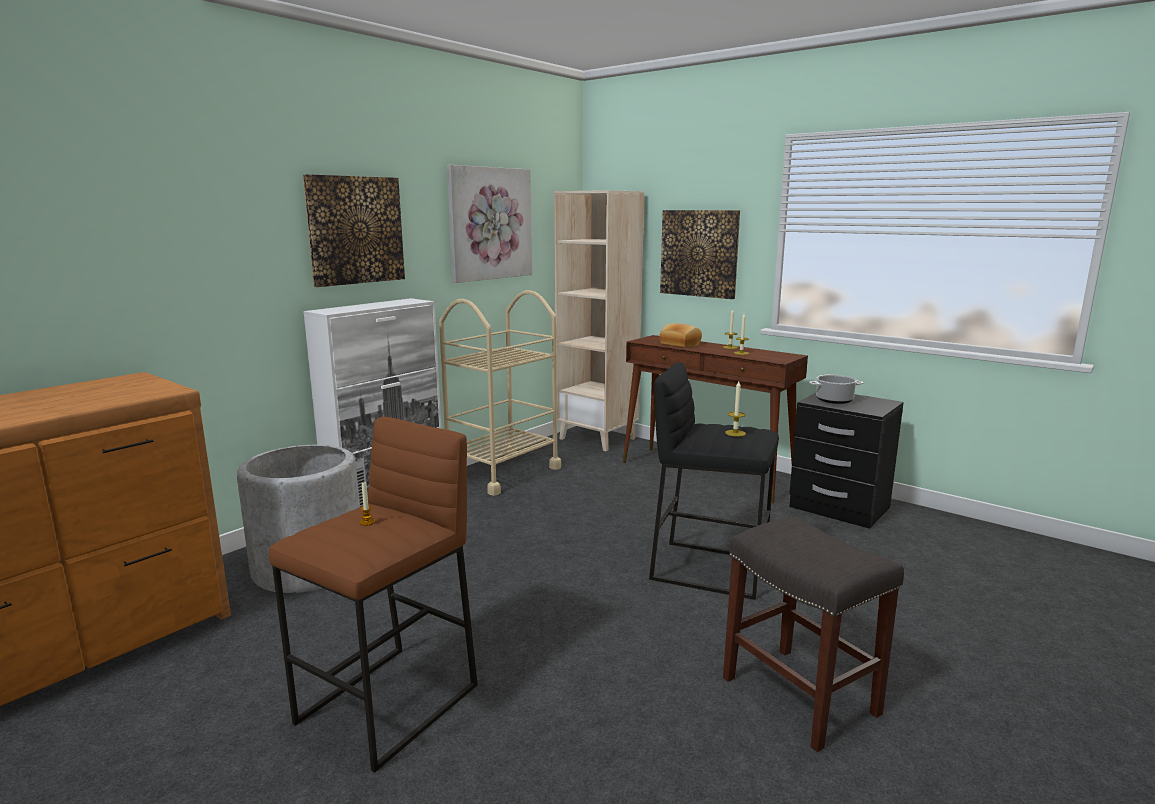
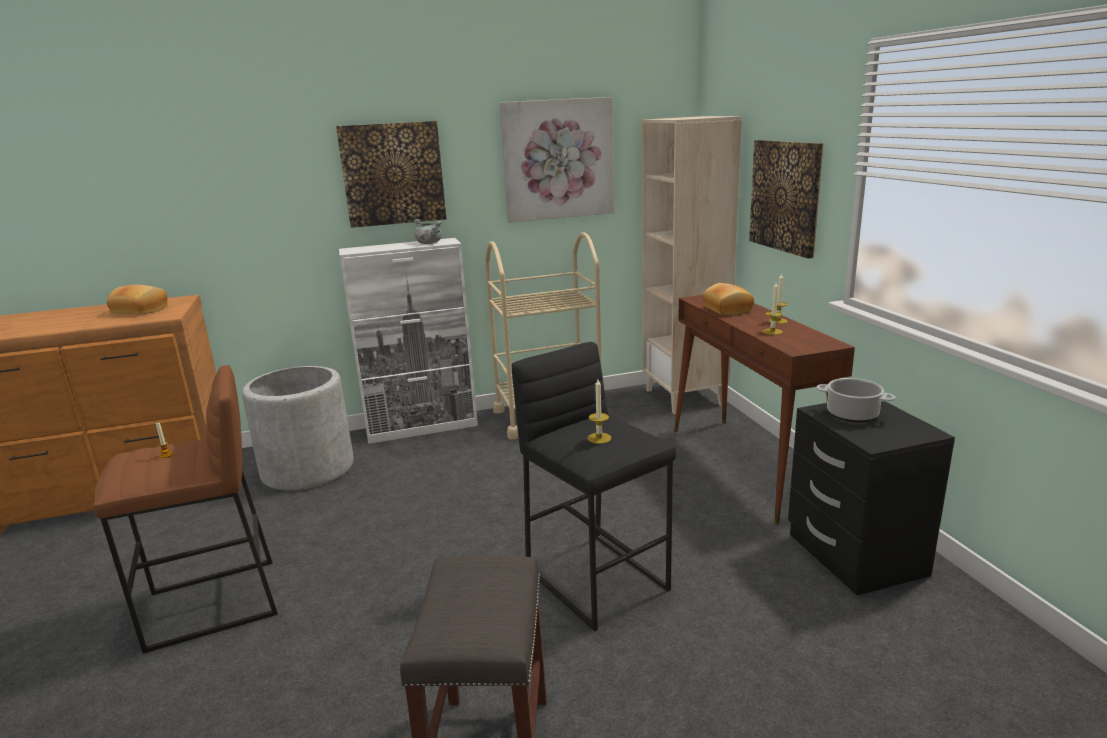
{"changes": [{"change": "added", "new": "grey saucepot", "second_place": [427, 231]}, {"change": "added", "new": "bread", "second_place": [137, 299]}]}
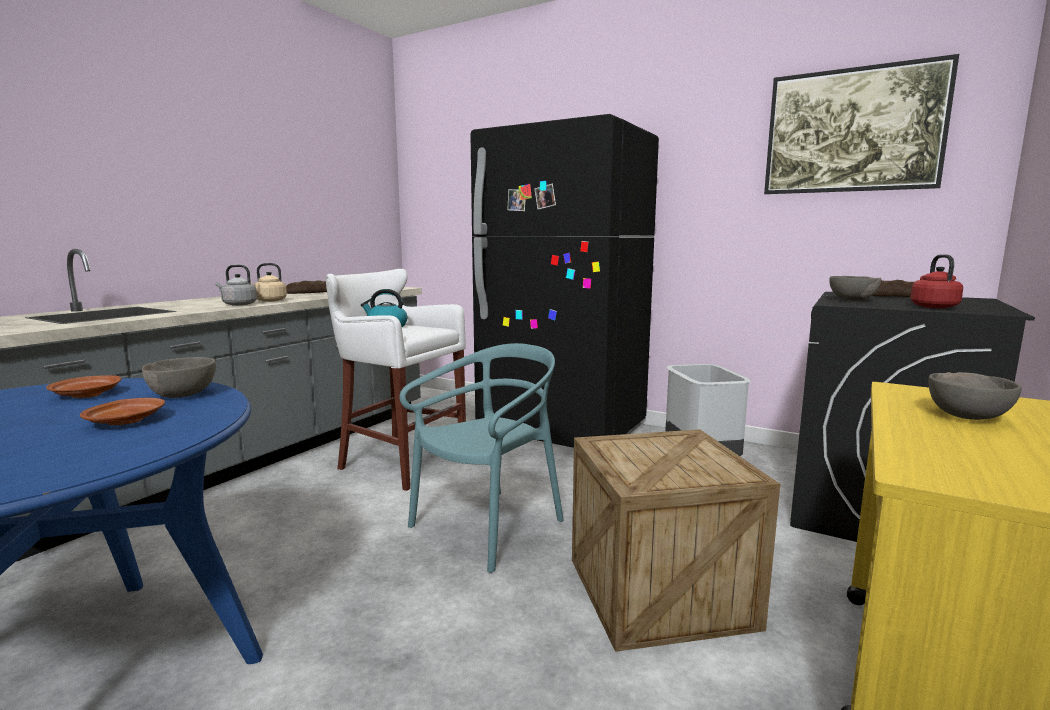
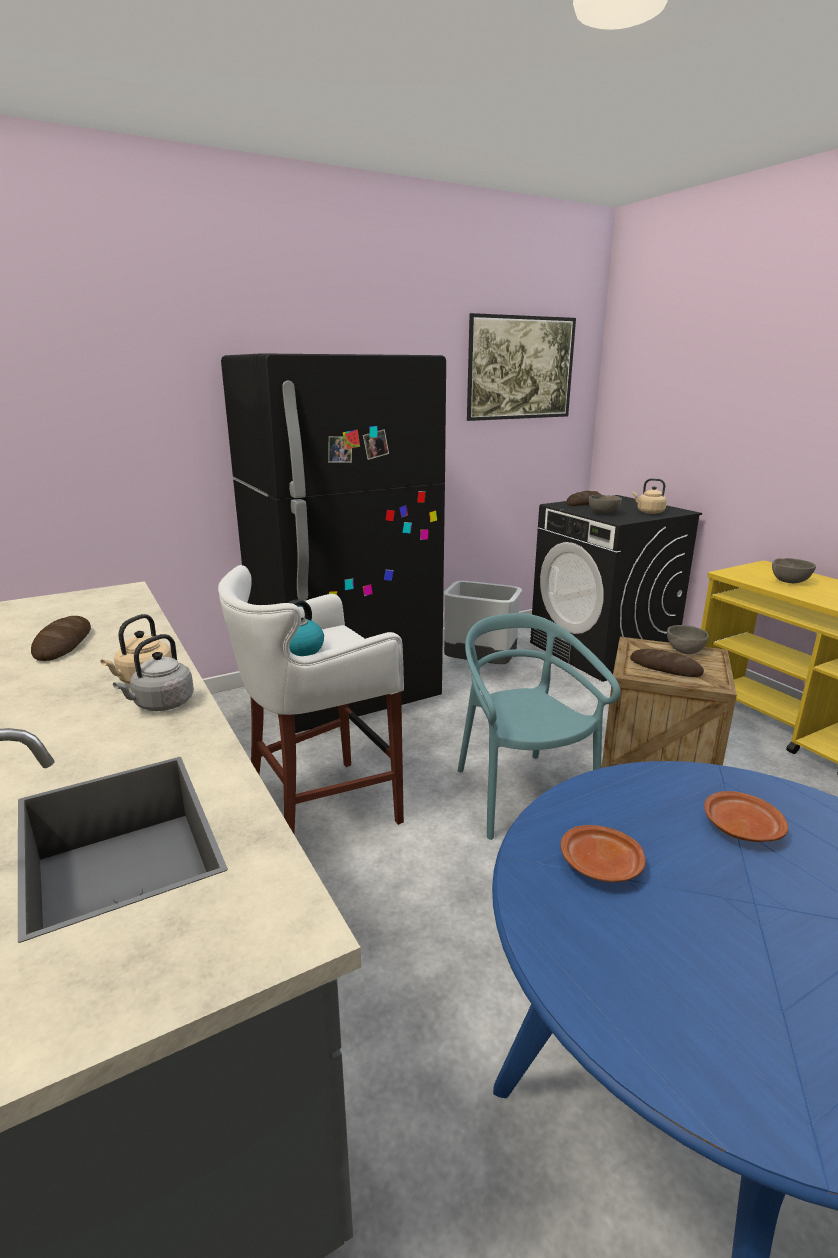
{"changes": [{"change": "recoloured", "old": "red tea kettle", "new": "beige tea kettle", "first_place": [936, 281], "second_place": [650, 496]}, {"change": "moved", "old": "grey bowl", "first_place": [179, 377], "second_place": [688, 639]}, {"change": "added", "new": "bread", "second_place": [667, 663]}]}
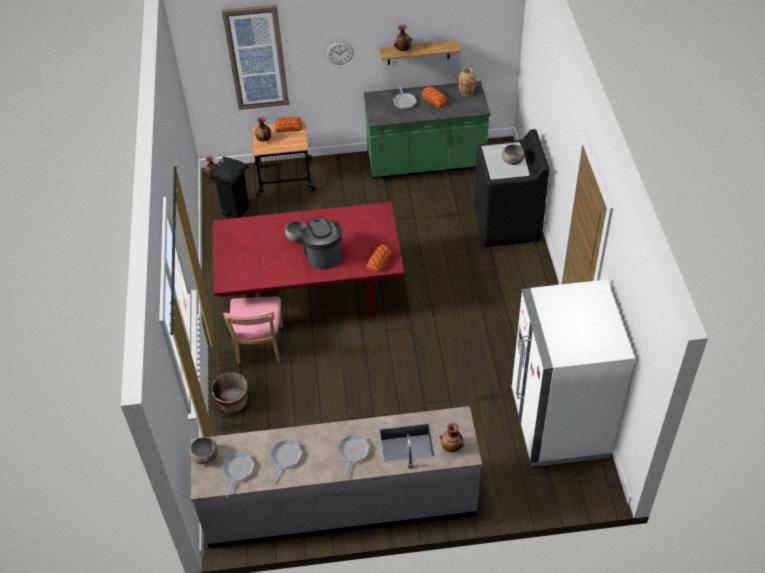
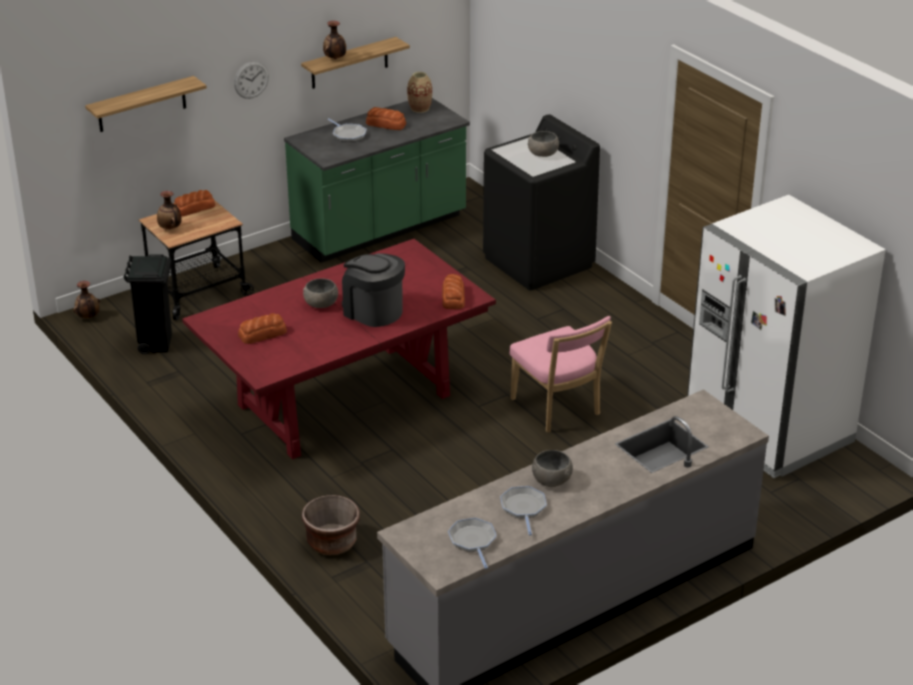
{"changes": [{"change": "replaced", "old": "wall picture", "new": "bracket shelf", "first_place": [255, 57], "second_place": [146, 104]}, {"change": "moved", "old": "pink-coloured chair", "first_place": [253, 330], "second_place": [560, 374]}, {"change": "removed", "old": "decorative vase", "first_place": [452, 438]}, {"change": "removed", "old": "skillet", "first_place": [353, 456]}, {"change": "moved", "old": "grey bowl", "first_place": [203, 450], "second_place": [552, 468]}, {"change": "added", "new": "bread", "second_place": [262, 328]}]}
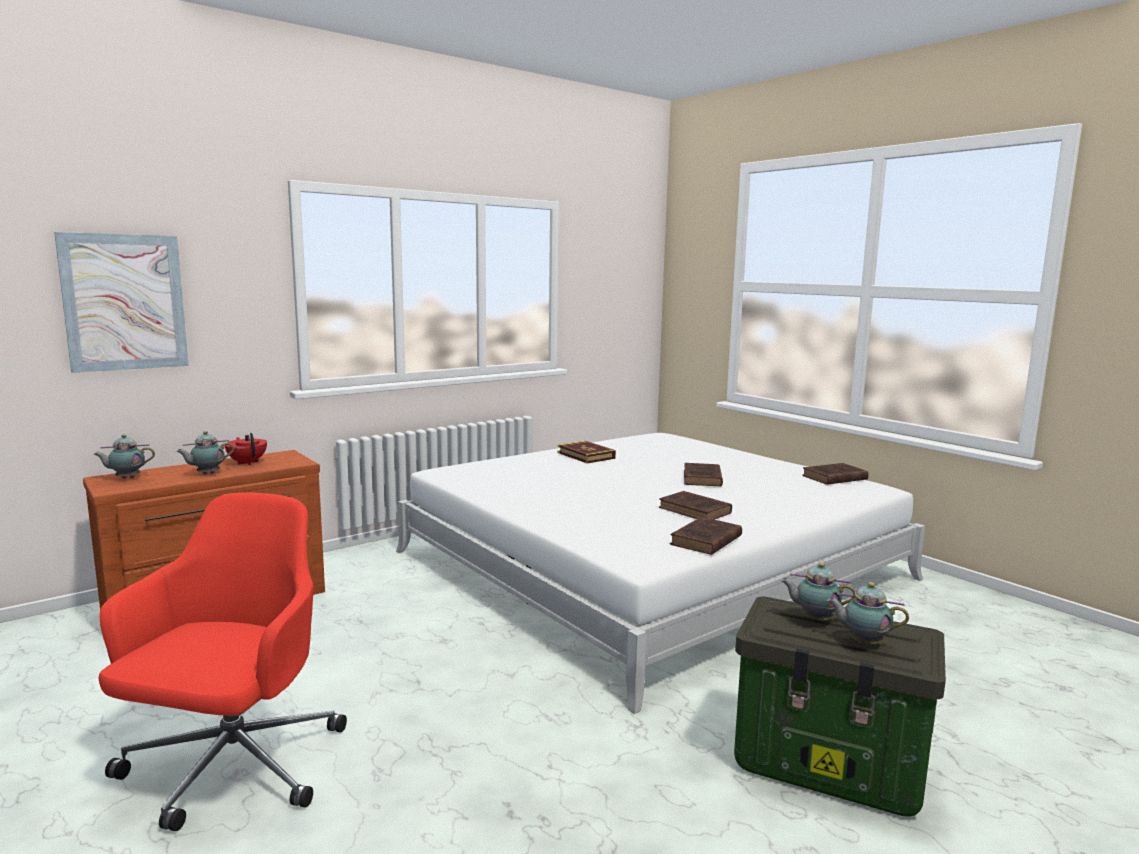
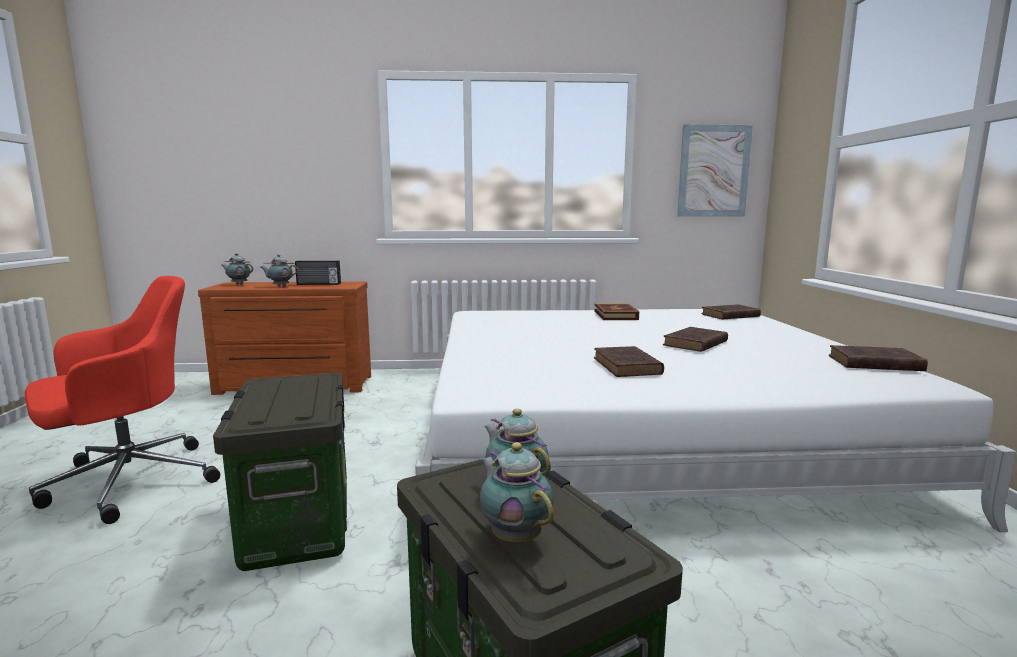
{"changes": [{"change": "moved", "old": "wall picture", "first_place": [121, 302], "second_place": [715, 170]}, {"change": "replaced", "old": "red pot for tea", "new": "radio receiver", "first_place": [246, 449], "second_place": [318, 273]}, {"change": "moved", "old": "brownish book", "first_place": [706, 536], "second_place": [731, 312]}, {"change": "added", "new": "storage container", "second_place": [280, 472]}]}
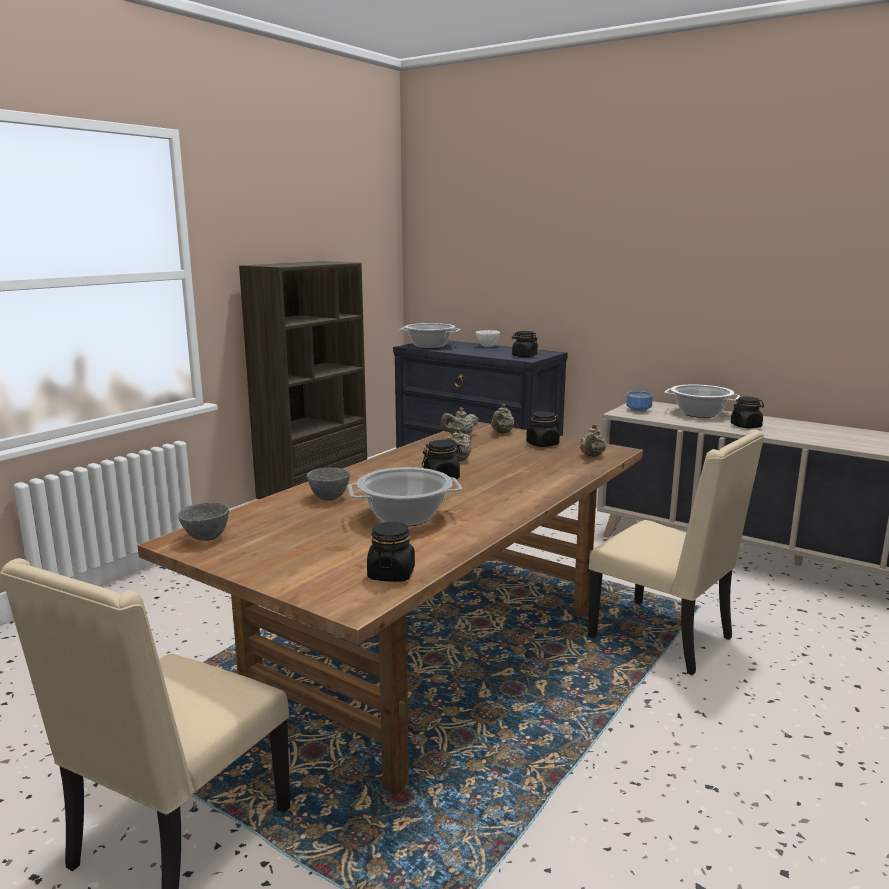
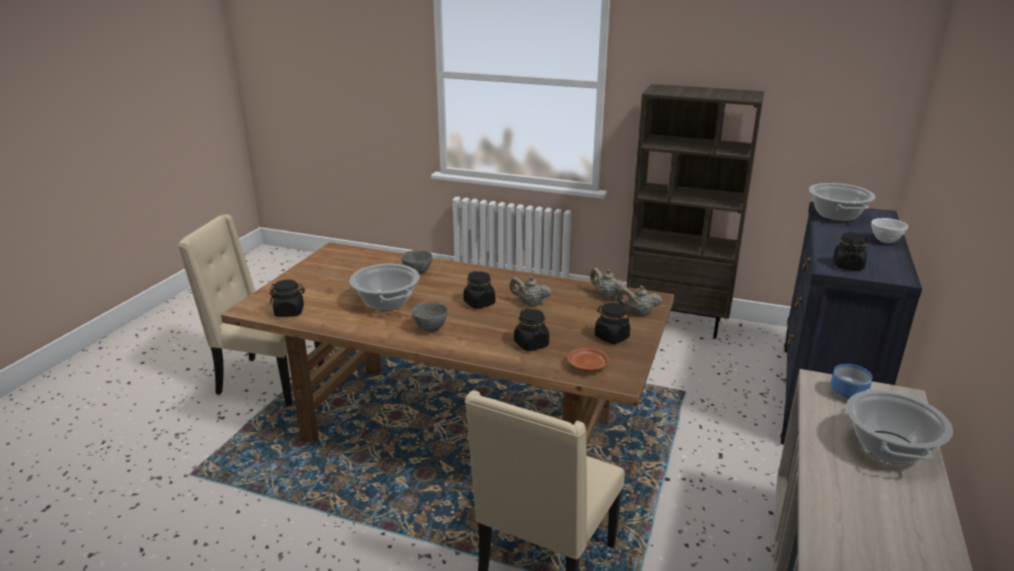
{"changes": [{"change": "moved", "old": "black-coloured storage jar", "first_place": [747, 412], "second_place": [531, 330]}, {"change": "replaced", "old": "beige pot for tea", "new": "brownish dinner plate", "first_place": [593, 440], "second_place": [588, 359]}, {"change": "moved", "old": "grey bowl", "first_place": [203, 521], "second_place": [430, 317]}]}
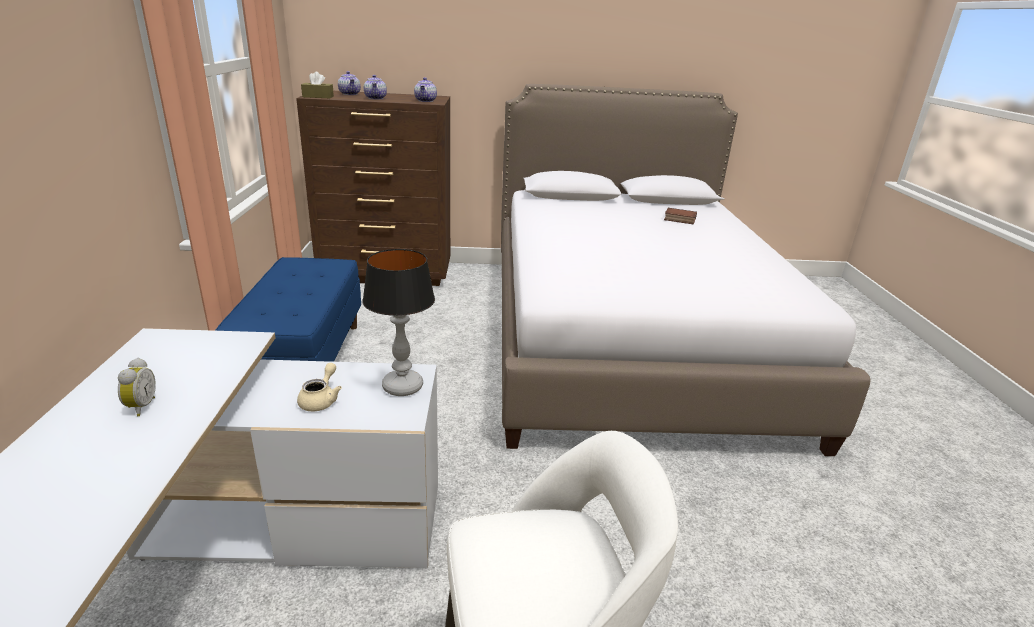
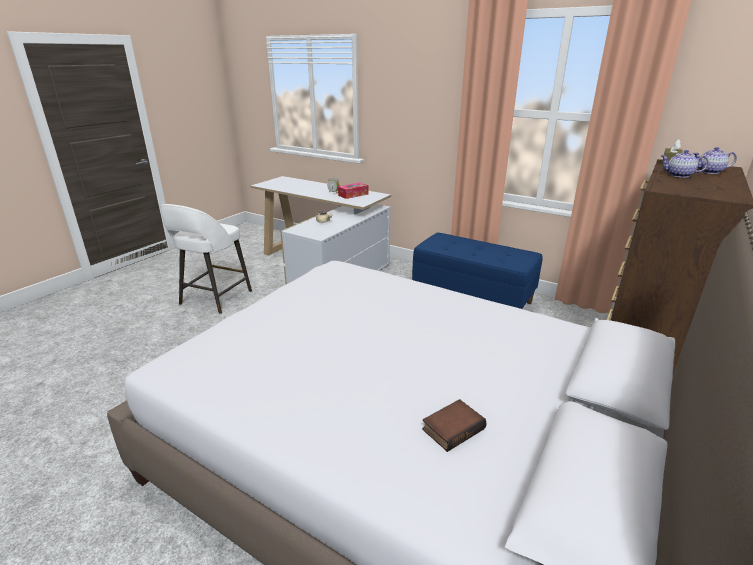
{"changes": [{"change": "removed", "old": "pot for tea", "first_place": [425, 89]}, {"change": "removed", "old": "tabletop lamp", "first_place": [398, 322]}, {"change": "added", "new": "box of tissues", "second_place": [353, 190]}]}
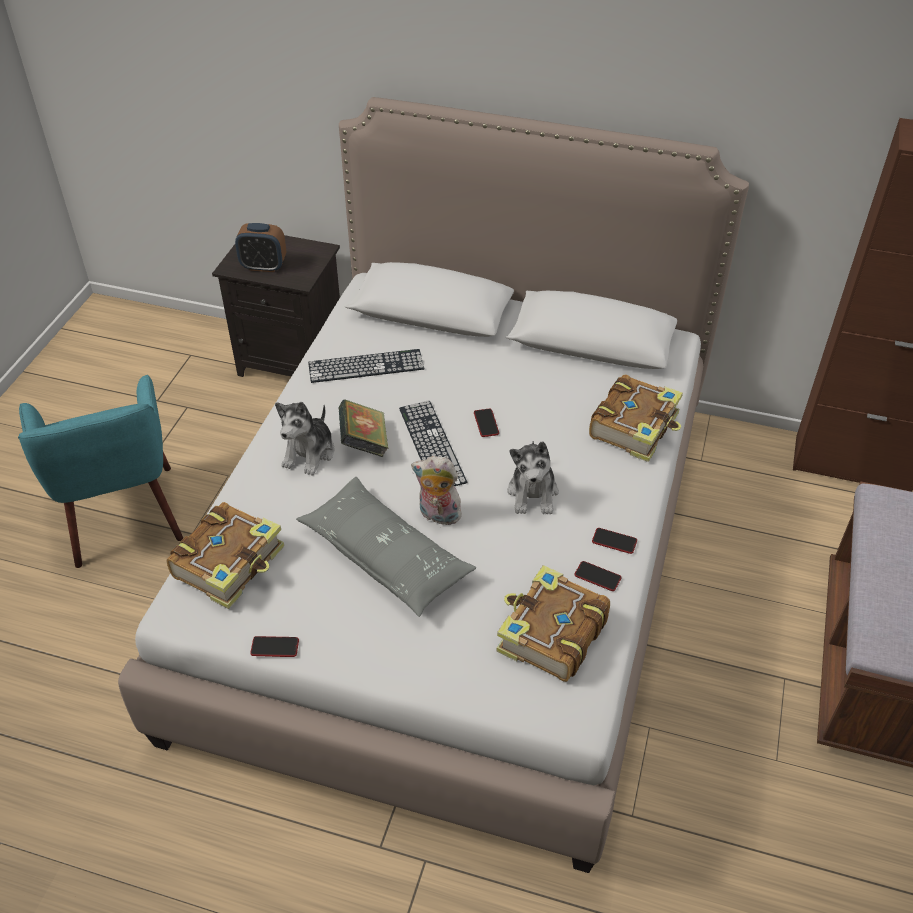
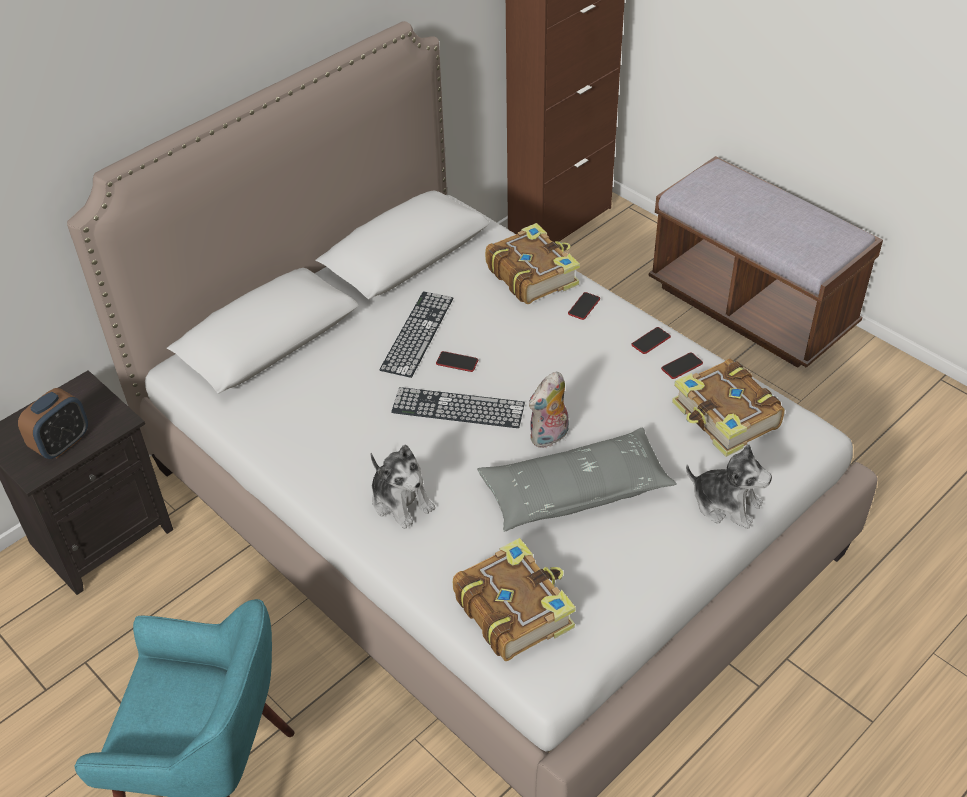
{"changes": [{"change": "moved", "old": "computer keyboard", "first_place": [366, 366], "second_place": [416, 334]}, {"change": "removed", "old": "book", "first_place": [364, 428]}, {"change": "moved", "old": "soft toy", "first_place": [533, 477], "second_place": [729, 486]}, {"change": "moved", "old": "phone", "first_place": [274, 646], "second_place": [584, 306]}]}
